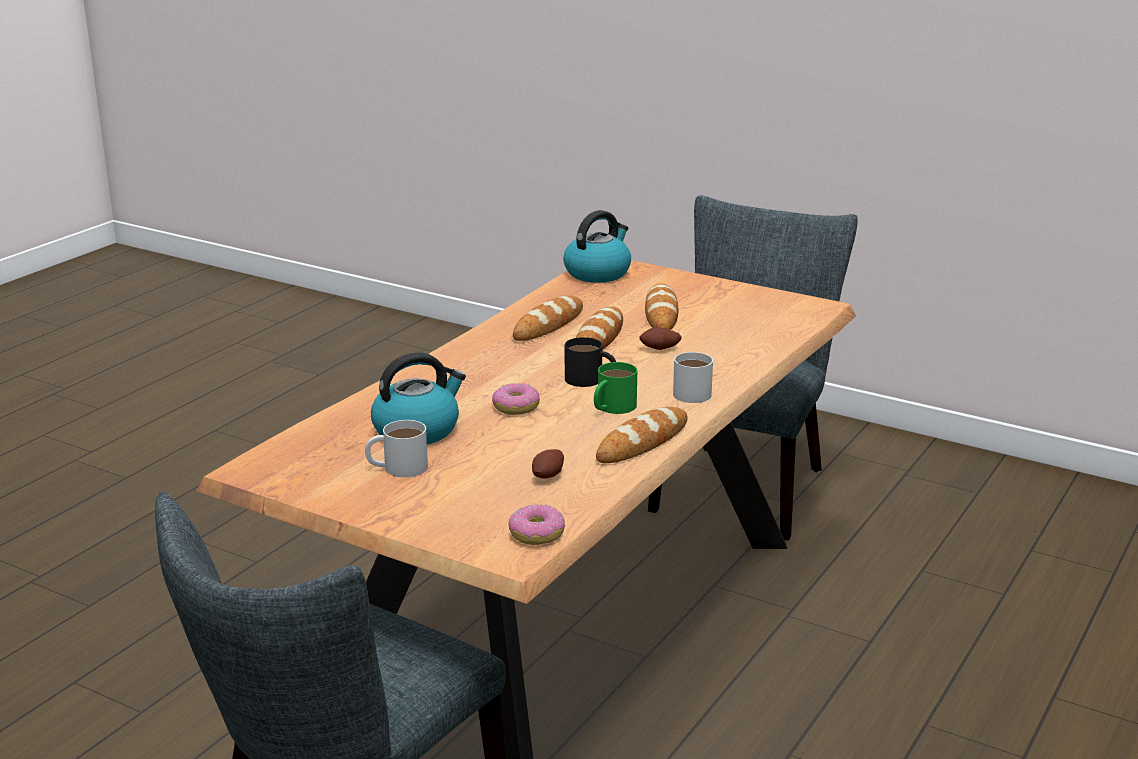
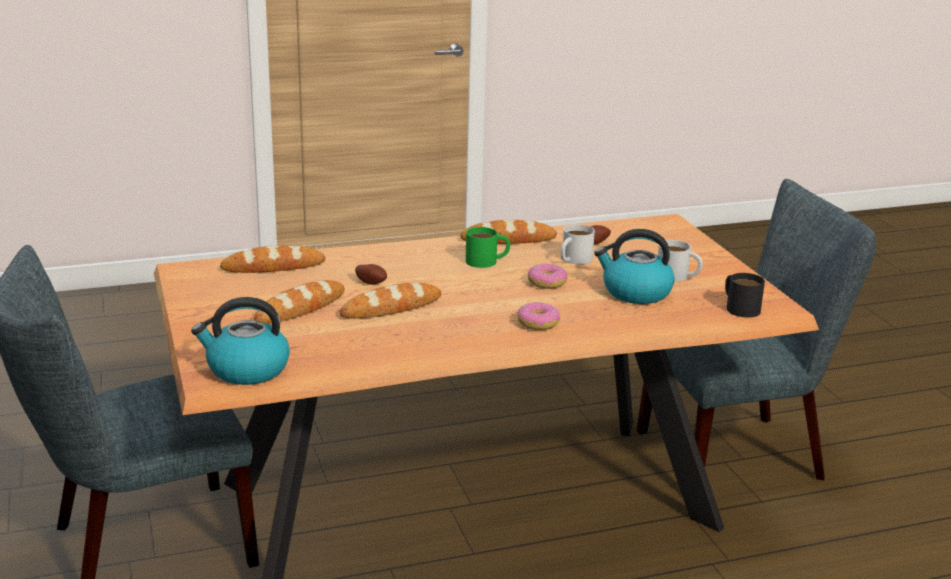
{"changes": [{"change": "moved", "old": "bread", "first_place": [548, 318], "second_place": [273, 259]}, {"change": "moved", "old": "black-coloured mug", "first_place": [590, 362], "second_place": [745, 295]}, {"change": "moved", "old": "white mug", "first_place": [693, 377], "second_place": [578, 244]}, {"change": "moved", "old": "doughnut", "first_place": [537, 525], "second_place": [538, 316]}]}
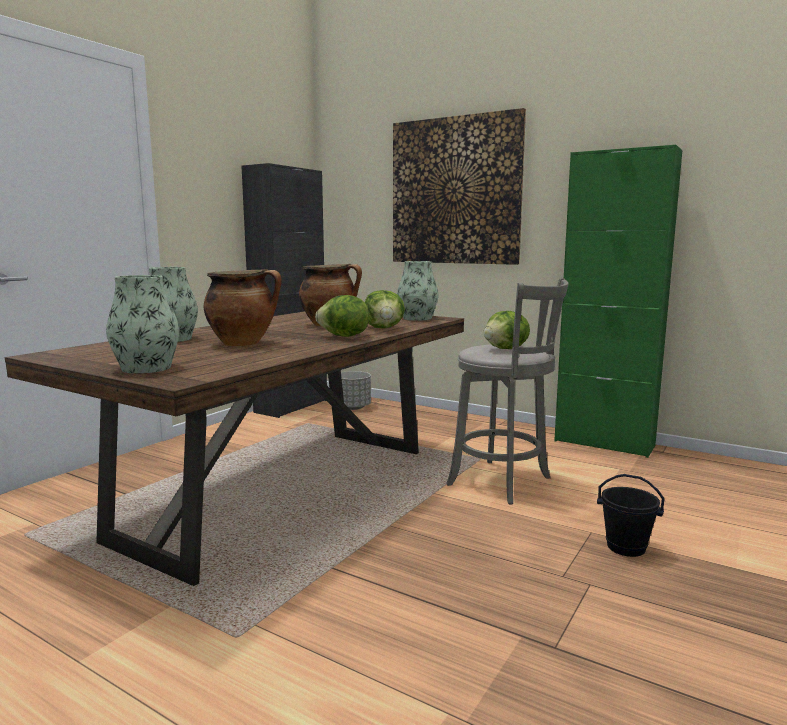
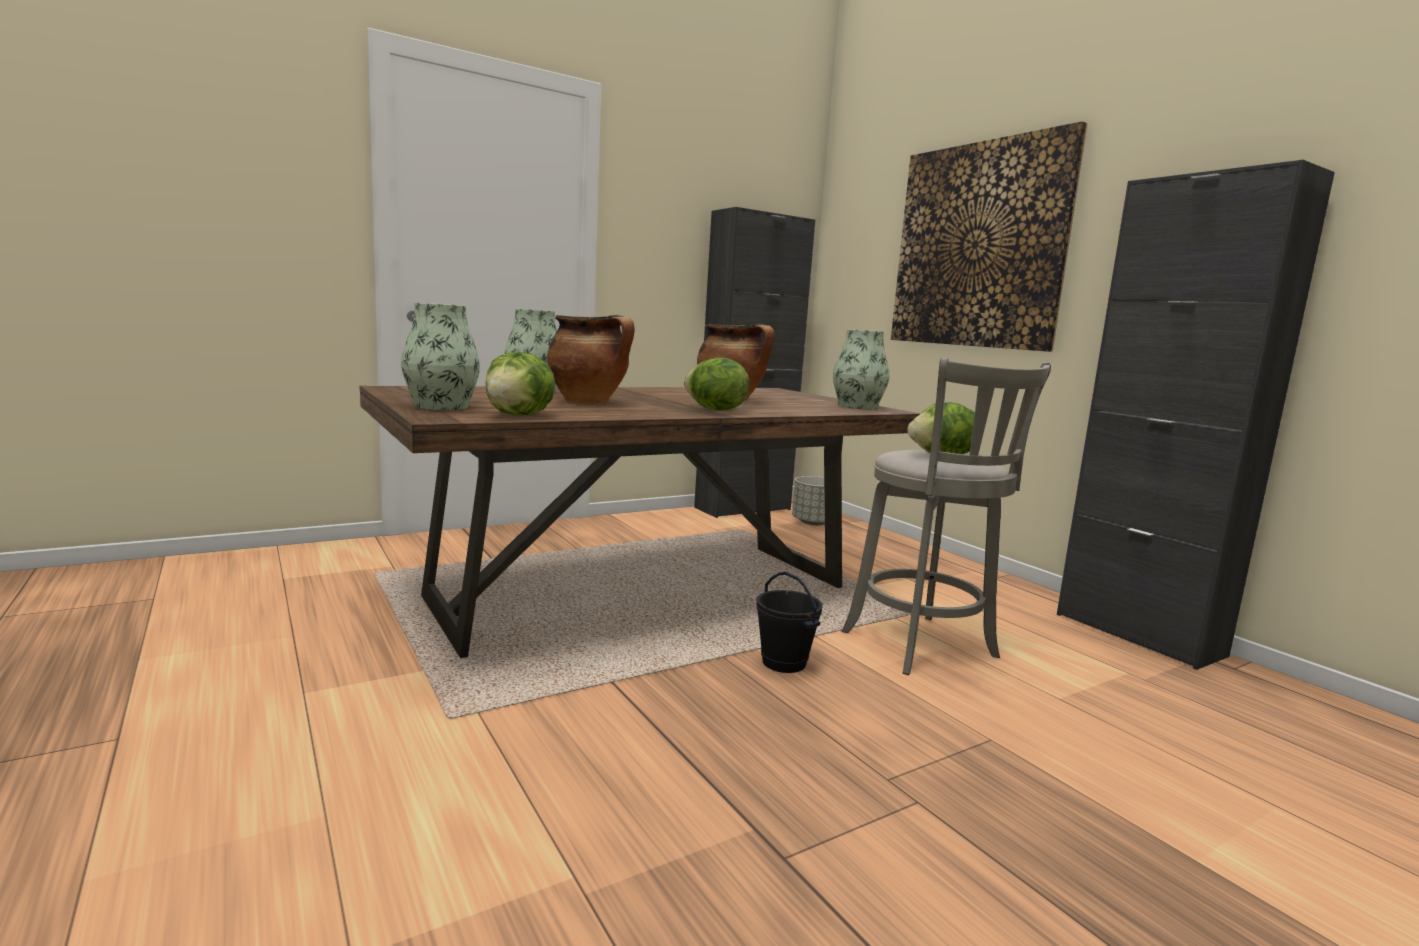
{"changes": [{"change": "recoloured", "old": "green-coloured storage cabinet", "new": "black-coloured storage cabinet", "first_place": [618, 301], "second_place": [1196, 415]}, {"change": "moved", "old": "lettuce", "first_place": [385, 309], "second_place": [520, 383]}, {"change": "moved", "old": "black-coloured bucket", "first_place": [631, 515], "second_place": [789, 622]}]}
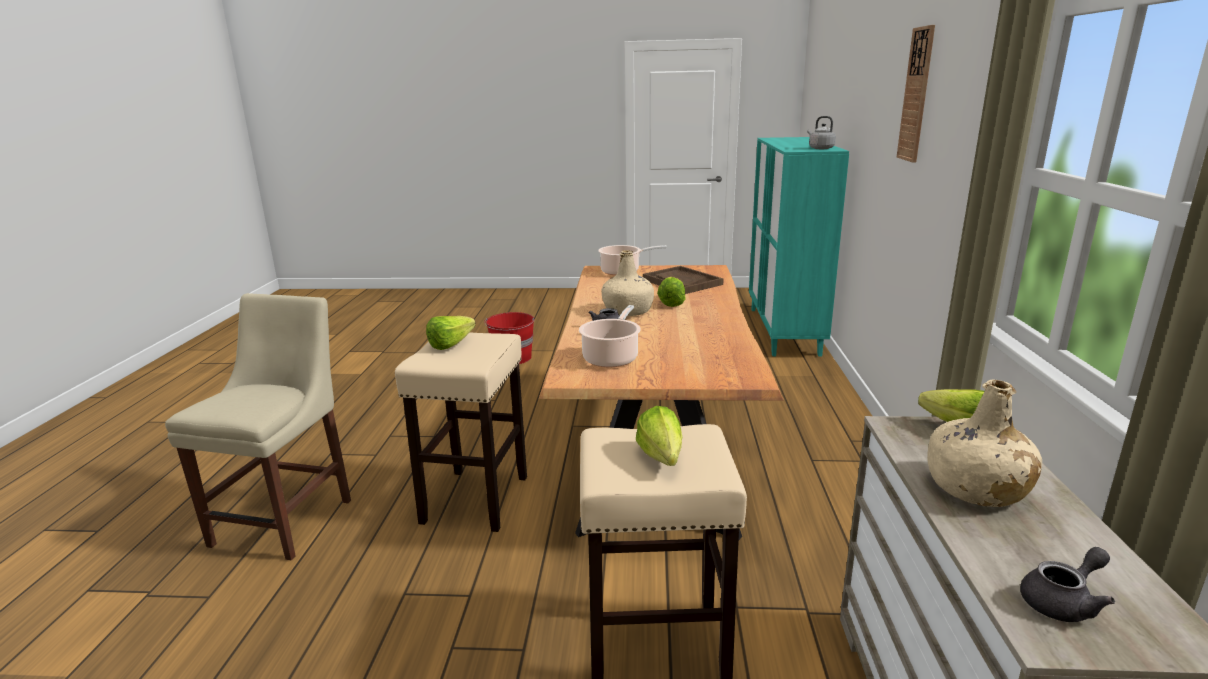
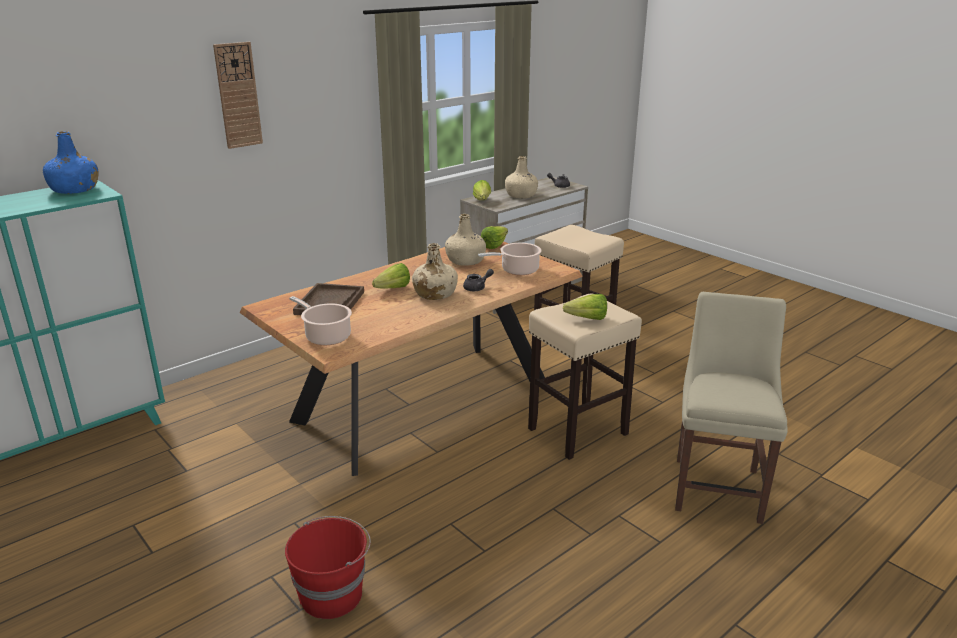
{"changes": [{"change": "replaced", "old": "grey tea kettle", "new": "bluish bottle", "first_place": [821, 132], "second_place": [70, 162]}, {"change": "turned", "old": "beige chair", "first_place": [258, 426], "second_place": [731, 408], "degrees": 135}, {"change": "moved", "old": "lettuce", "first_place": [659, 436], "second_place": [494, 237]}, {"change": "added", "new": "beige bottle", "second_place": [465, 240]}]}
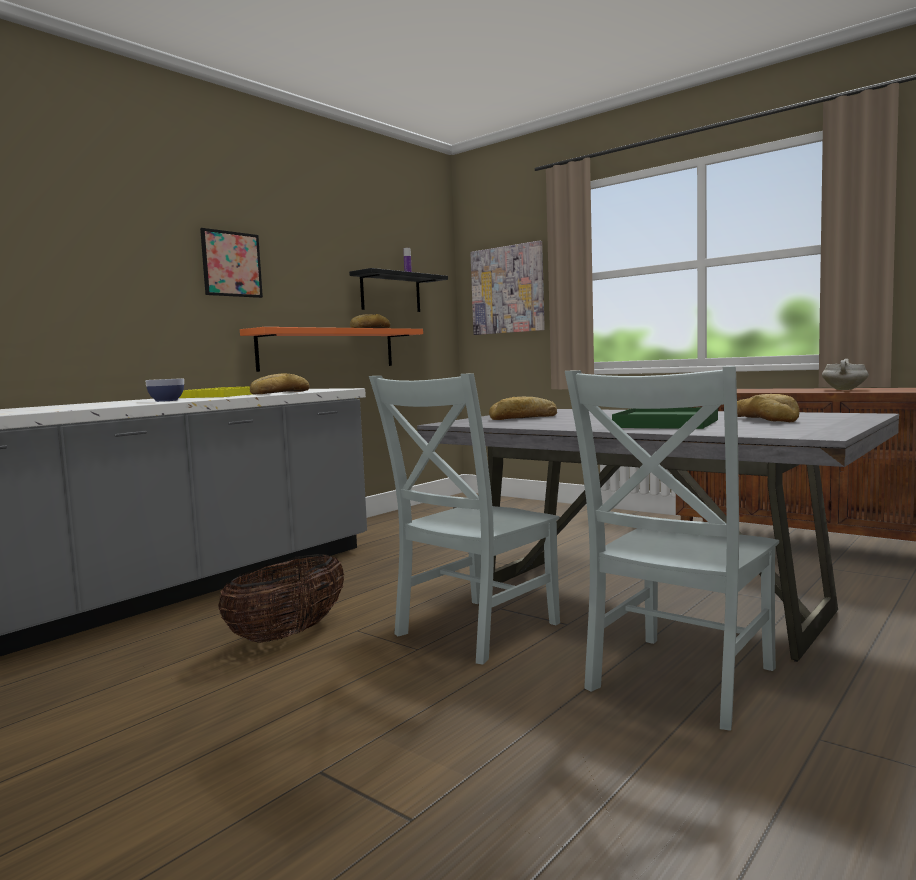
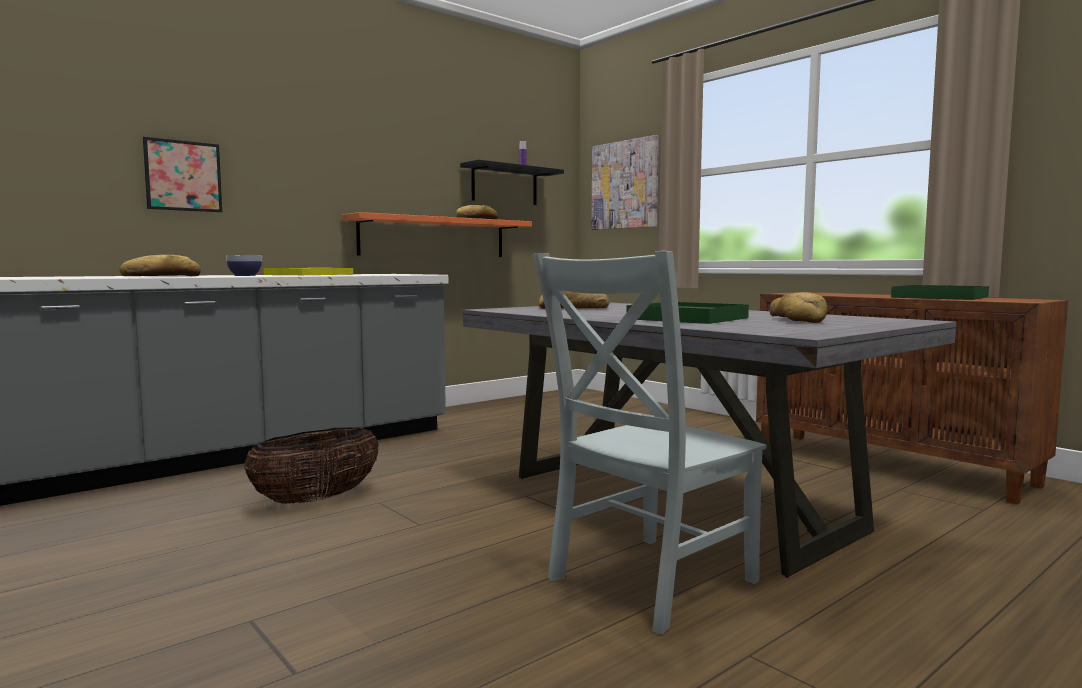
{"changes": [{"change": "moved", "old": "wall picture", "first_place": [231, 263], "second_place": [182, 174]}, {"change": "replaced", "old": "white saucepot", "new": "green-coloured carrying tray", "first_place": [845, 374], "second_place": [940, 292]}, {"change": "moved", "old": "bread", "first_place": [280, 384], "second_place": [160, 265]}, {"change": "removed", "old": "grey chair", "first_place": [464, 519]}]}
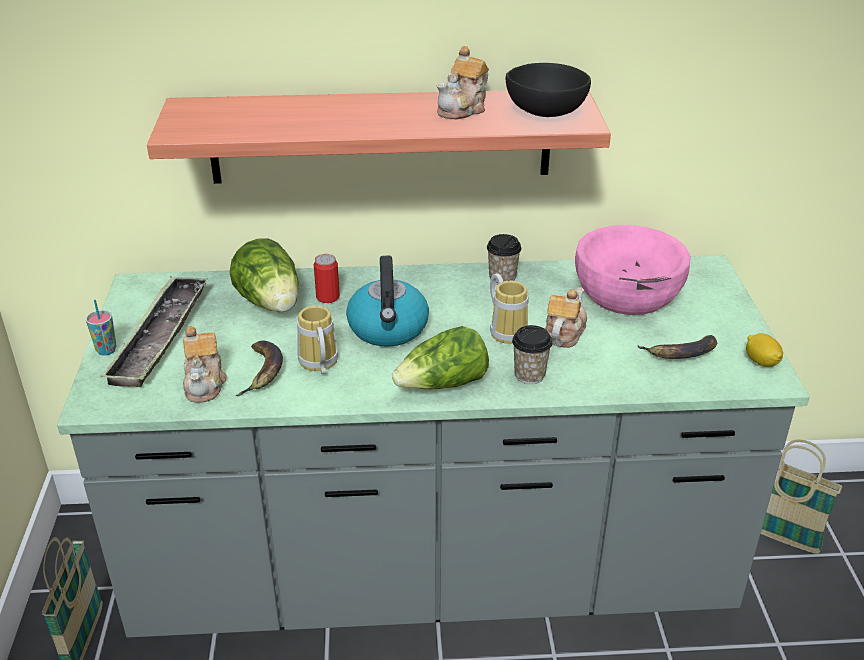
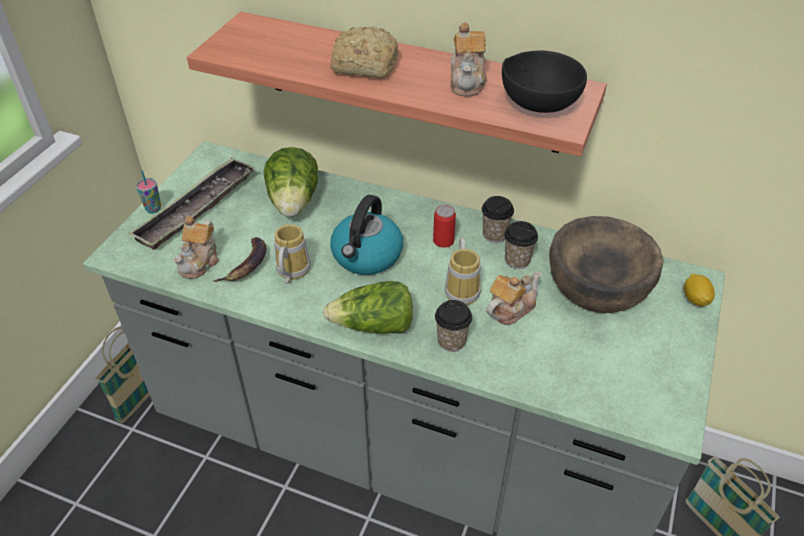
{"changes": [{"change": "turned", "old": "pot for tea", "first_place": [463, 83], "second_place": [468, 59], "degrees": -60}, {"change": "recoloured", "old": "pink-coloured bowl", "new": "brownish bowl", "first_place": [633, 270], "second_place": [606, 264]}, {"change": "moved", "old": "can", "first_place": [327, 278], "second_place": [444, 226]}, {"change": "moved", "old": "whole lemon", "first_place": [764, 350], "second_place": [699, 290]}, {"change": "removed", "old": "whole banana", "first_place": [677, 347]}, {"change": "added", "new": "bread", "second_place": [364, 52]}, {"change": "added", "new": "small cup", "second_place": [521, 245]}]}
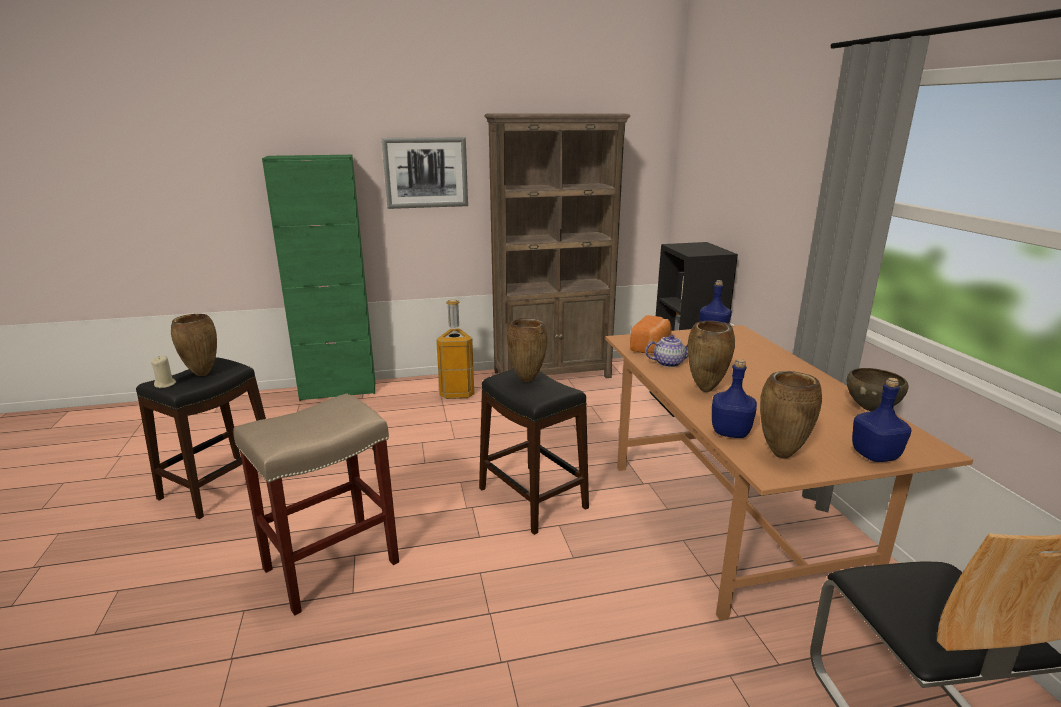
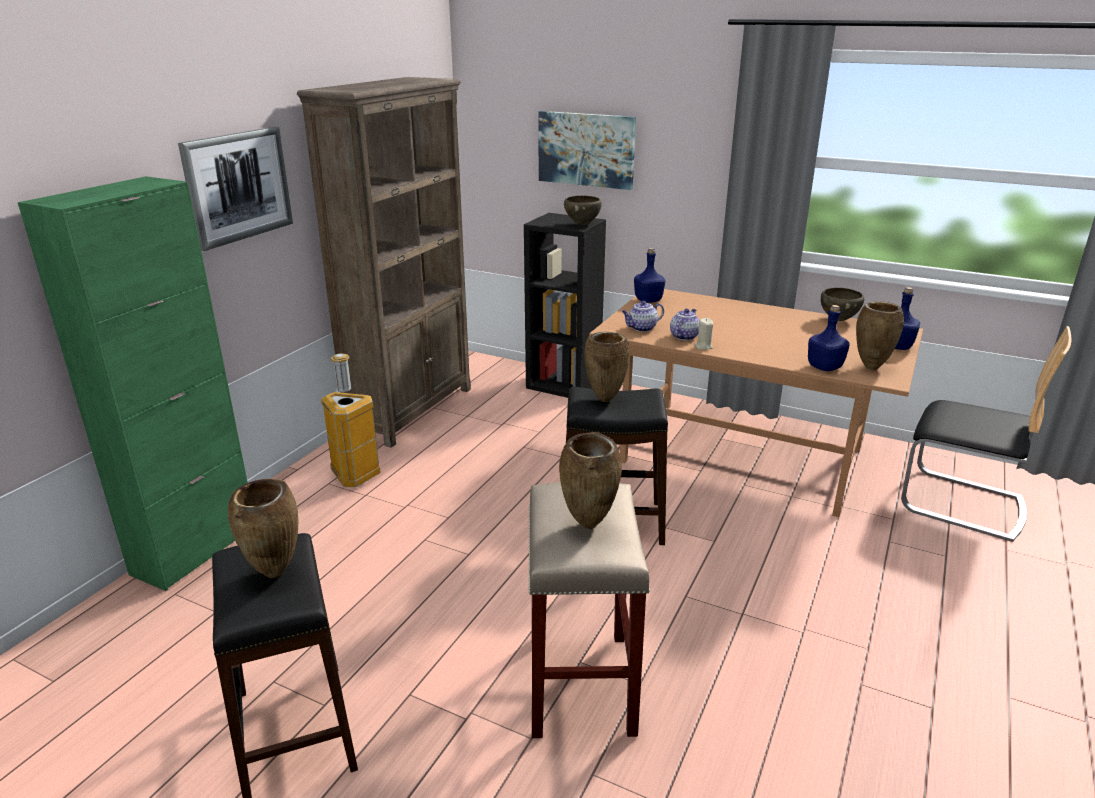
{"changes": [{"change": "replaced", "old": "bread", "new": "pot for tea", "first_place": [650, 334], "second_place": [643, 316]}, {"change": "moved", "old": "brownish decorative vase", "first_place": [711, 356], "second_place": [590, 480]}, {"change": "moved", "old": "beige candle", "first_place": [163, 372], "second_place": [703, 334]}, {"change": "added", "new": "wall picture", "second_place": [587, 150]}, {"change": "added", "new": "brownish bowl", "second_place": [583, 210]}]}
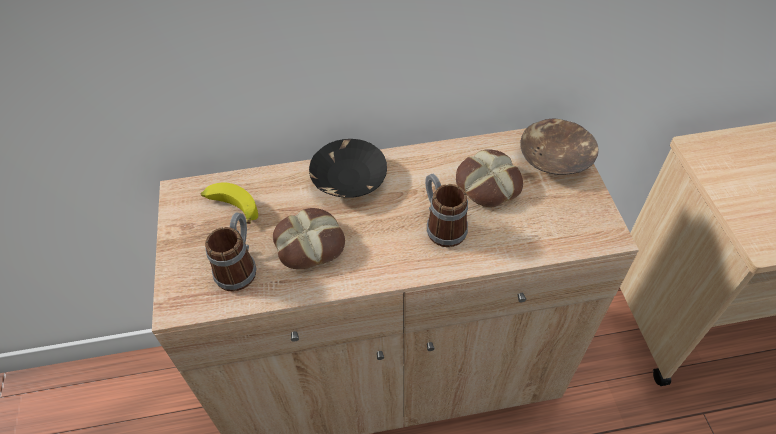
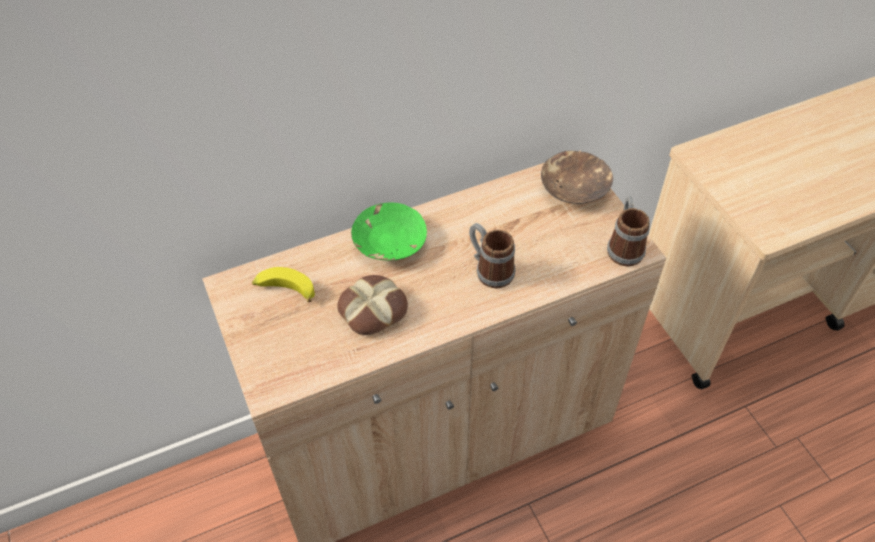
{"changes": [{"change": "recoloured", "old": "black-coloured bowl", "new": "green-coloured bowl", "first_place": [348, 168], "second_place": [389, 231]}, {"change": "removed", "old": "bread", "first_place": [489, 178]}, {"change": "moved", "old": "mug", "first_place": [231, 252], "second_place": [628, 231]}]}
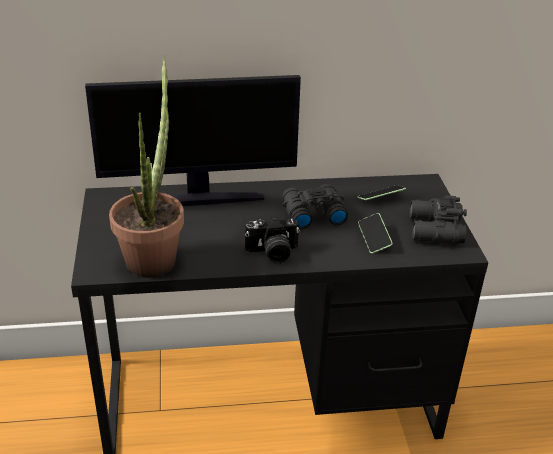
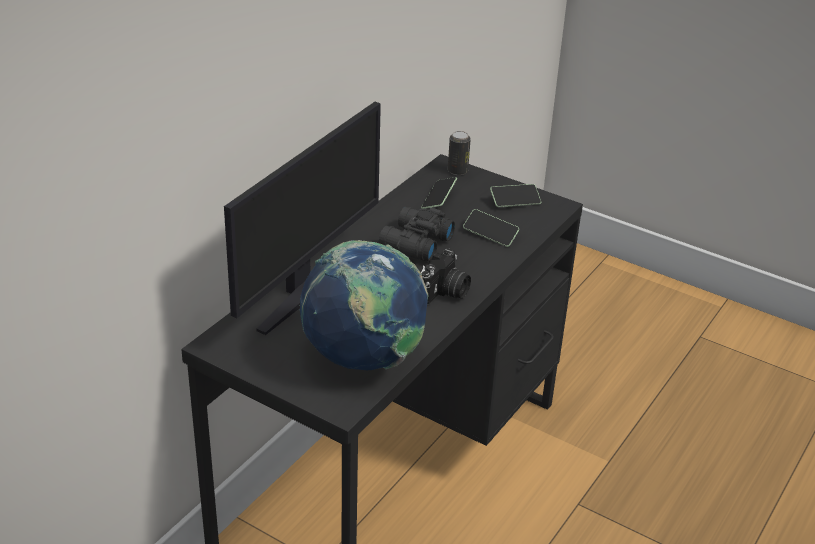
{"changes": [{"change": "replaced", "old": "plant in a pot", "new": "globe", "first_place": [146, 166], "second_place": [363, 305]}, {"change": "replaced", "old": "black-coloured pair of binoculars", "new": "phone", "first_place": [438, 219], "second_place": [515, 195]}, {"change": "added", "new": "can", "second_place": [459, 153]}]}
